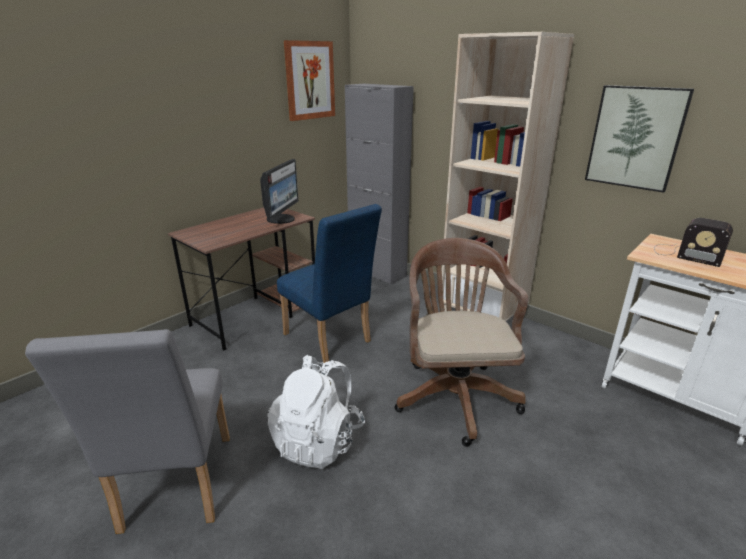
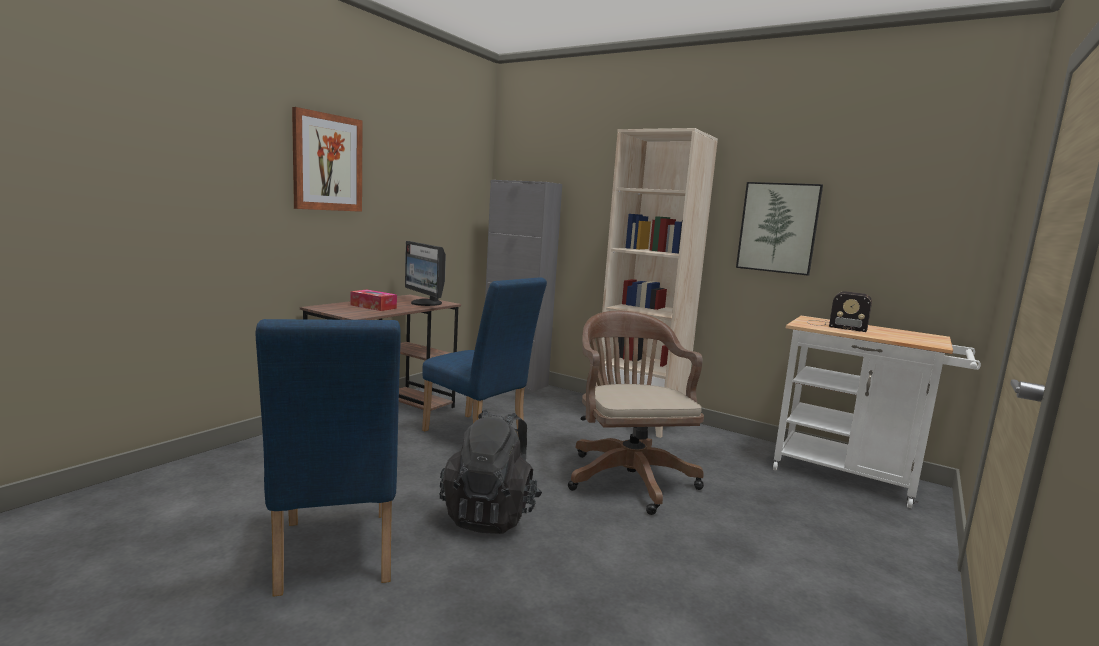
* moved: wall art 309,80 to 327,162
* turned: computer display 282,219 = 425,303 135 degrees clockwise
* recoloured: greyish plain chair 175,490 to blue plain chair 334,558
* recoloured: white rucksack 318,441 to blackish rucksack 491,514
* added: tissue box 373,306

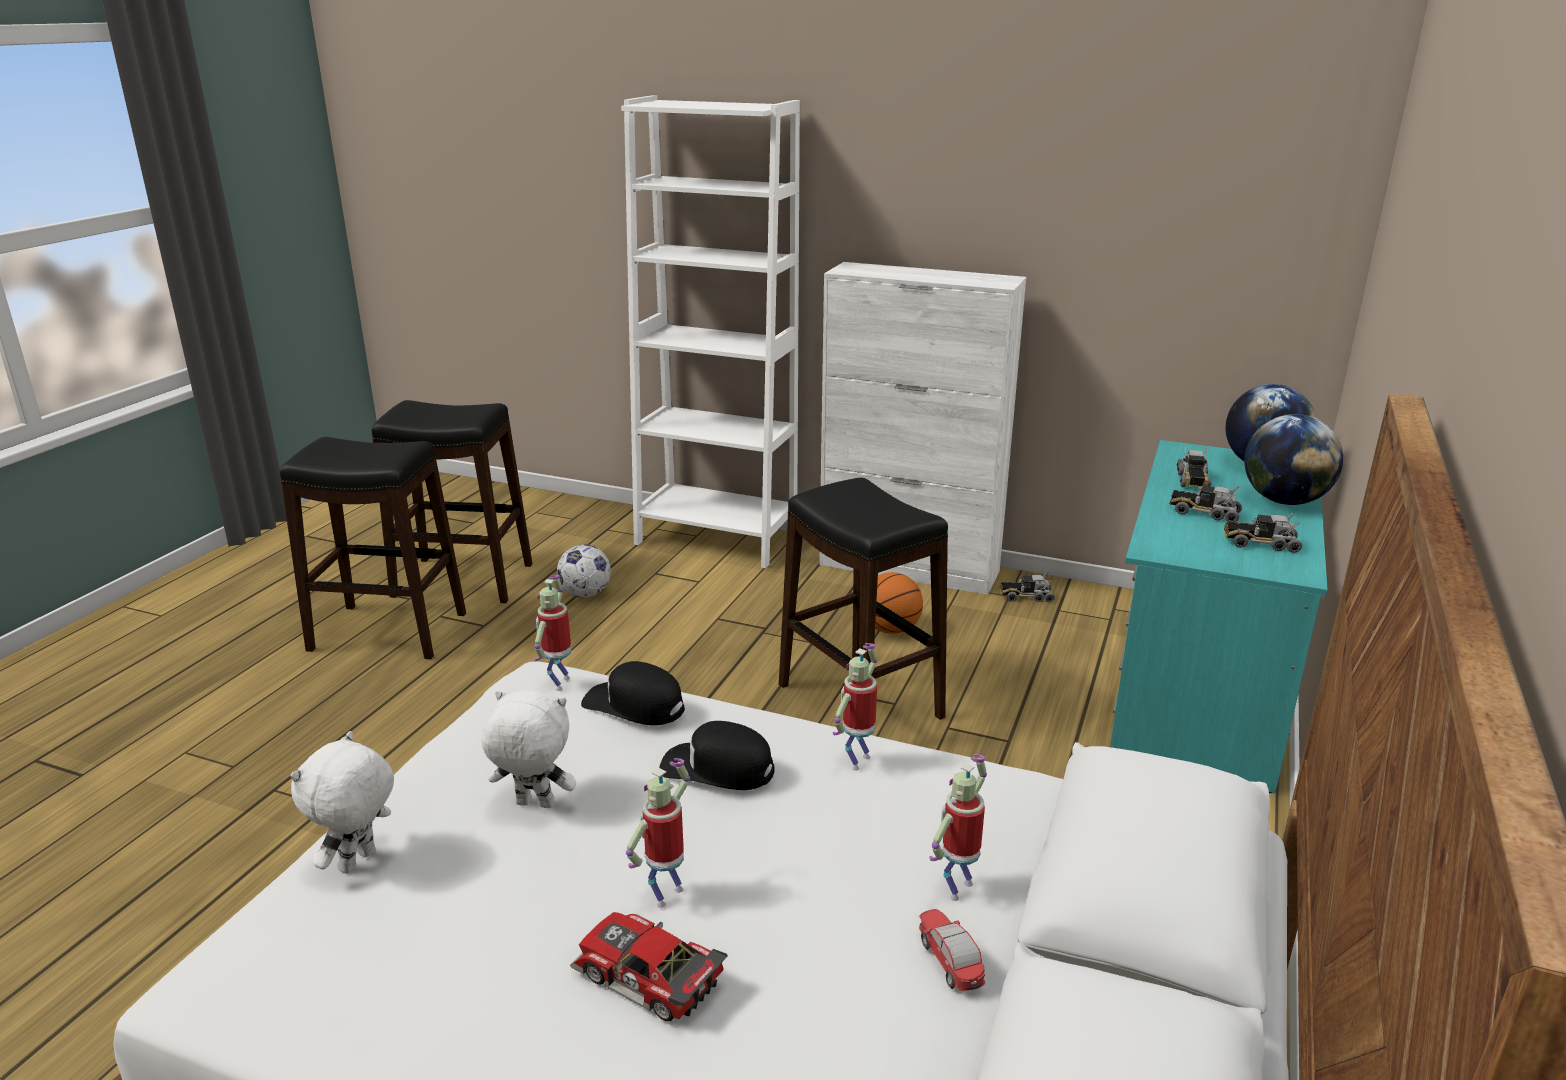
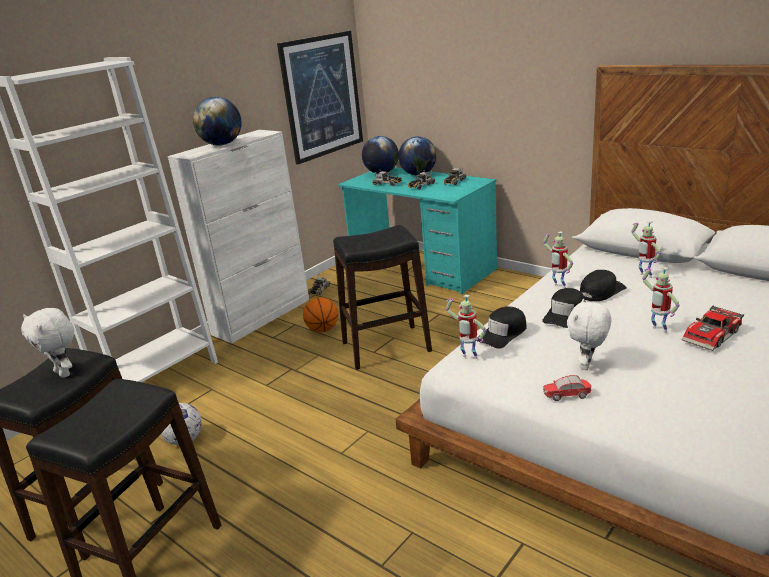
* moved: white cuddly toy 359,862 to 64,373
* moved: toy car 949,963 to 567,396
* added: wall art 322,96
* added: globe 222,144
* added: blackish peaked cap 601,291

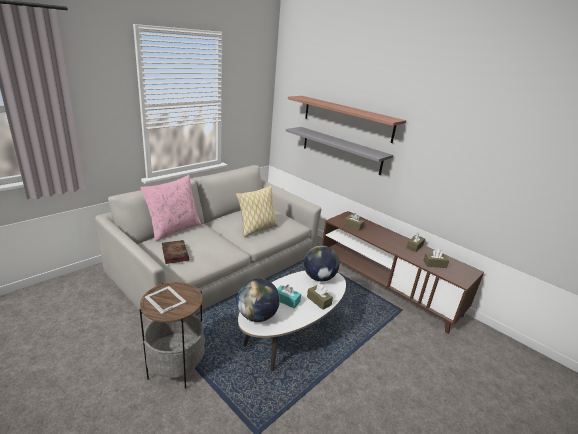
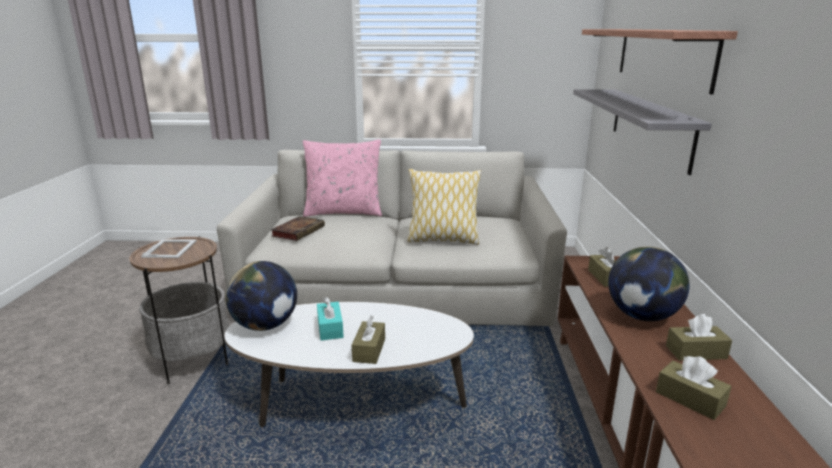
* moved: globe 319,278 to 642,316

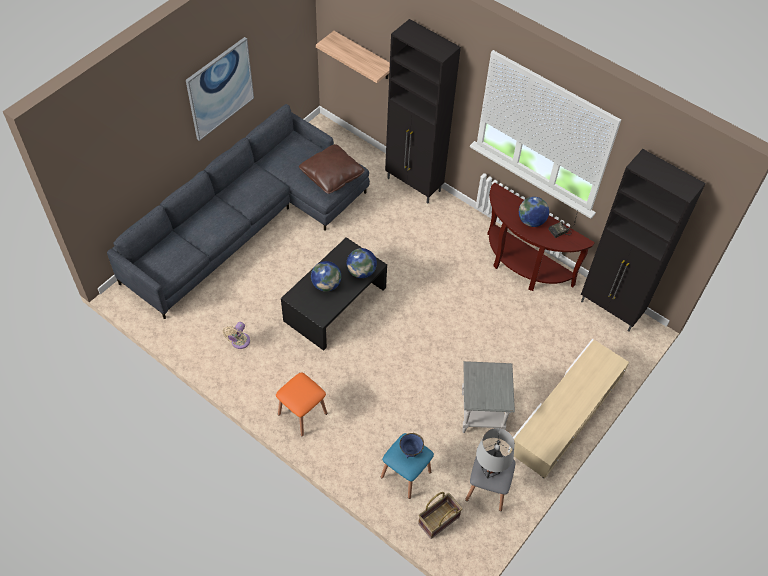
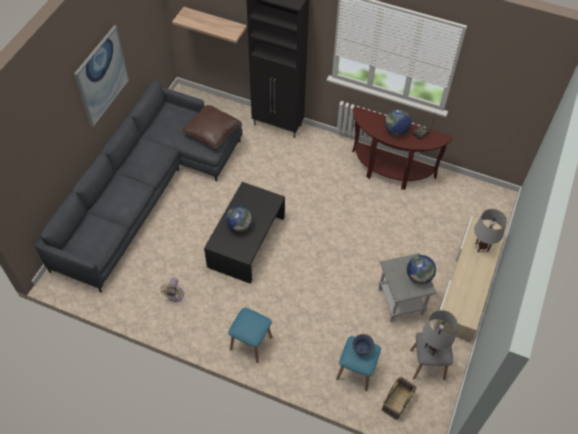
* removed: blackish cupboard 611,310
* moved: globe 361,272 to 419,276
* recoloured: orange sitting stool 302,413 to blue sitting stool 251,343
* added: greyish tabletop lamp 481,247

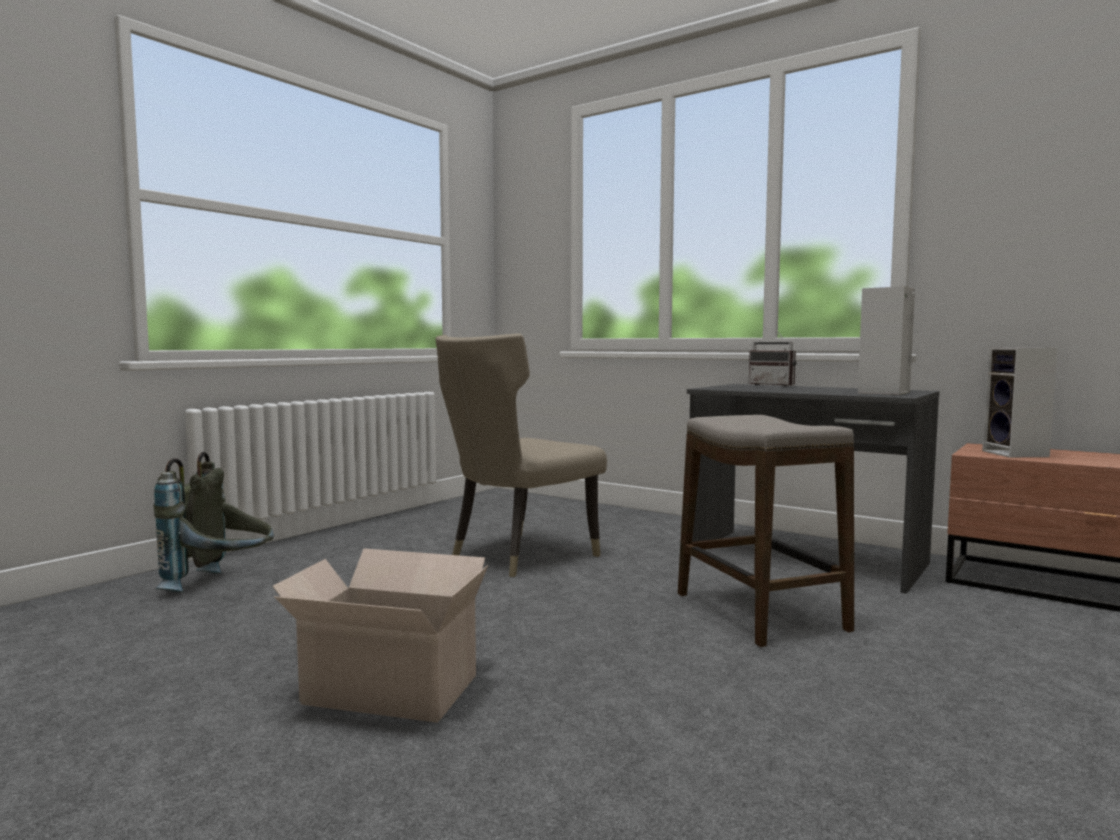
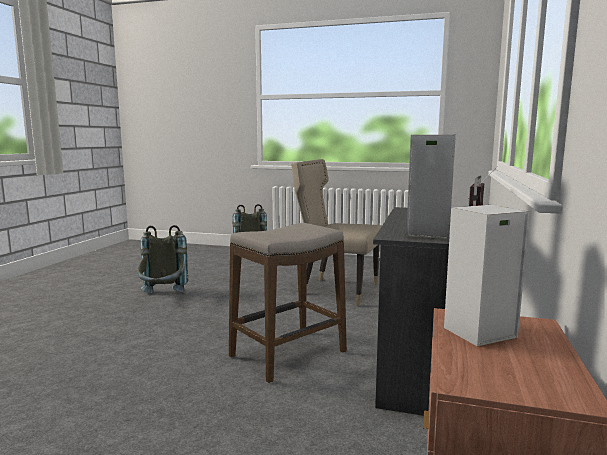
* replaced: cardboard box 387,688 to greyish rucksack 163,297

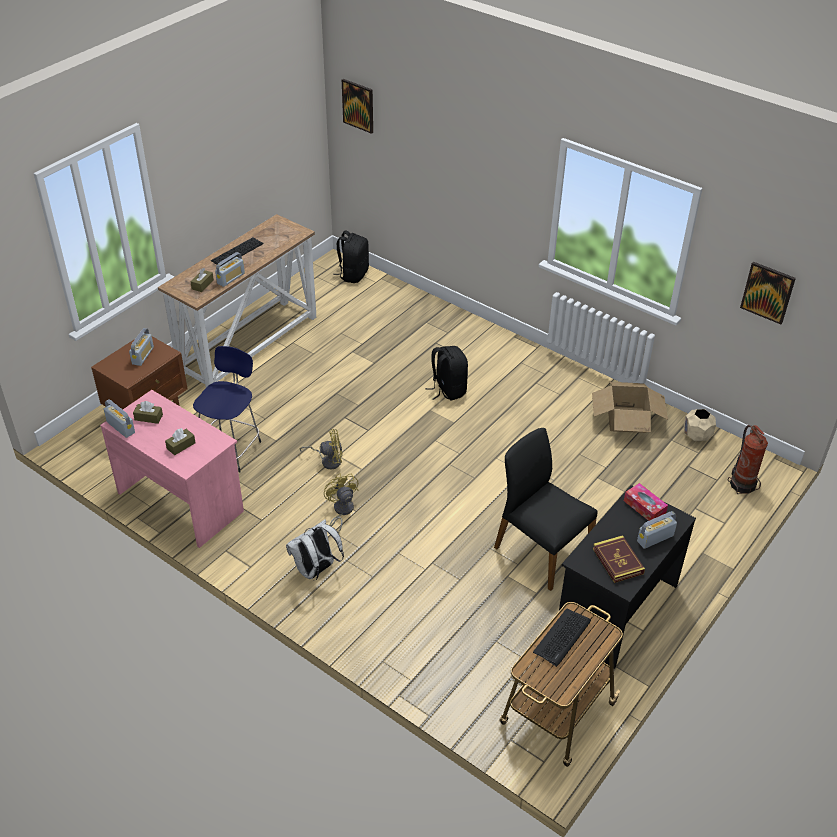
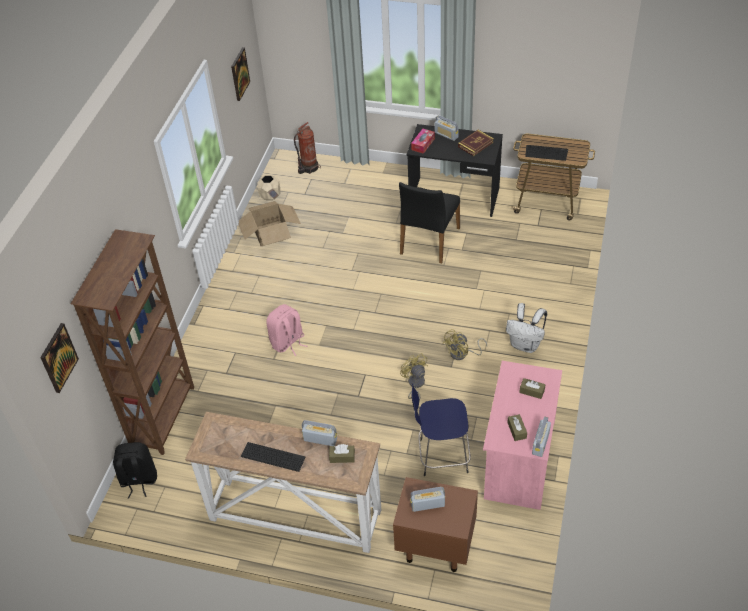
* recoloured: blackish rucksack 447,390 to pink rucksack 288,342
* added: brown-coloured bookshelf 164,417

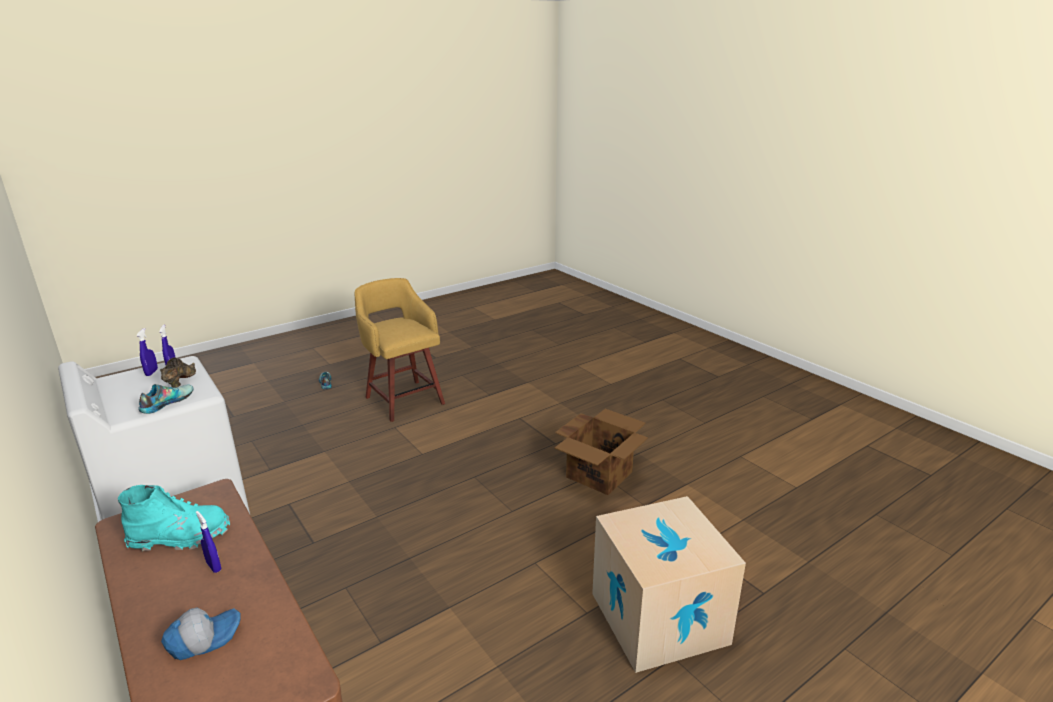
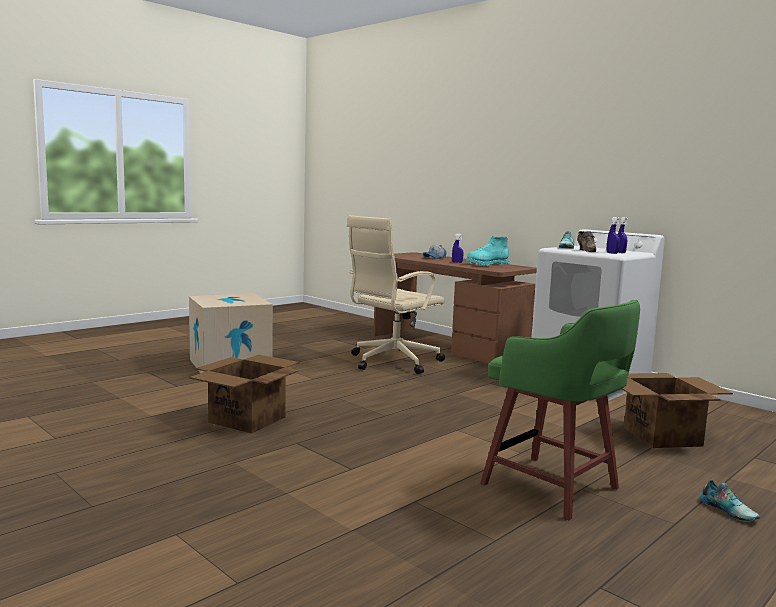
* recoloured: yellowish sitting stool 404,399 to greenish sitting stool 553,488
* added: beige-coloured office chair 392,362
* added: cardboard box 660,436

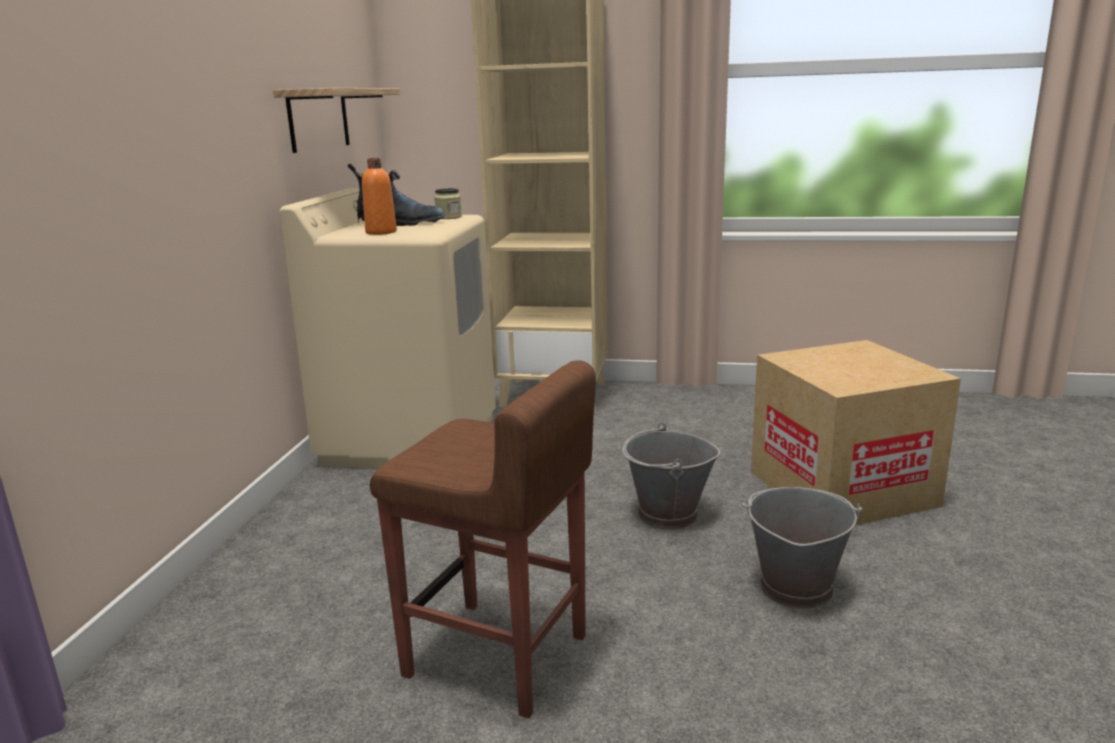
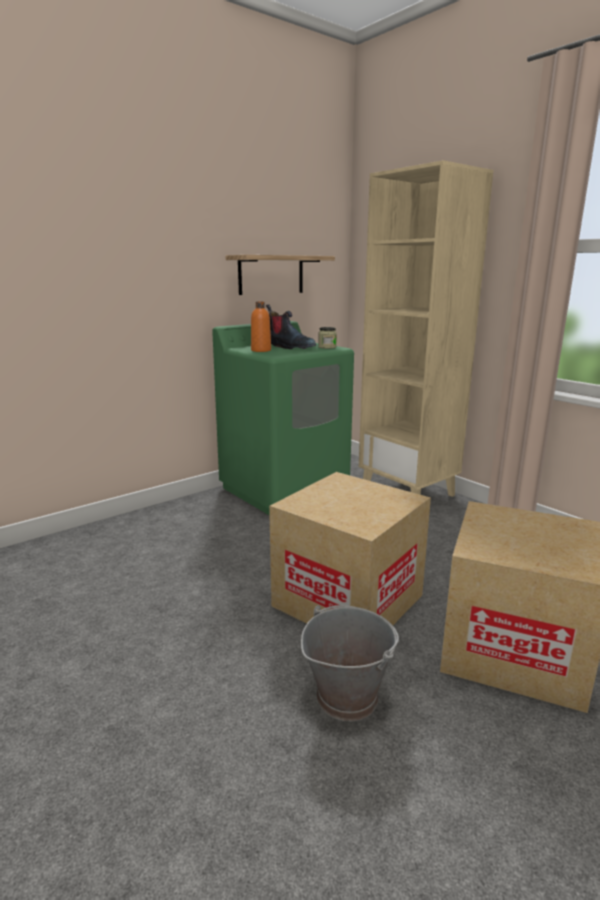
* recoloured: beige-coloured washing machine 411,439 to greenish washing machine 285,490
* removed: brown-coloured sitting stool 498,657
* replaced: greyish bucket 667,515 to cardboard box 348,600

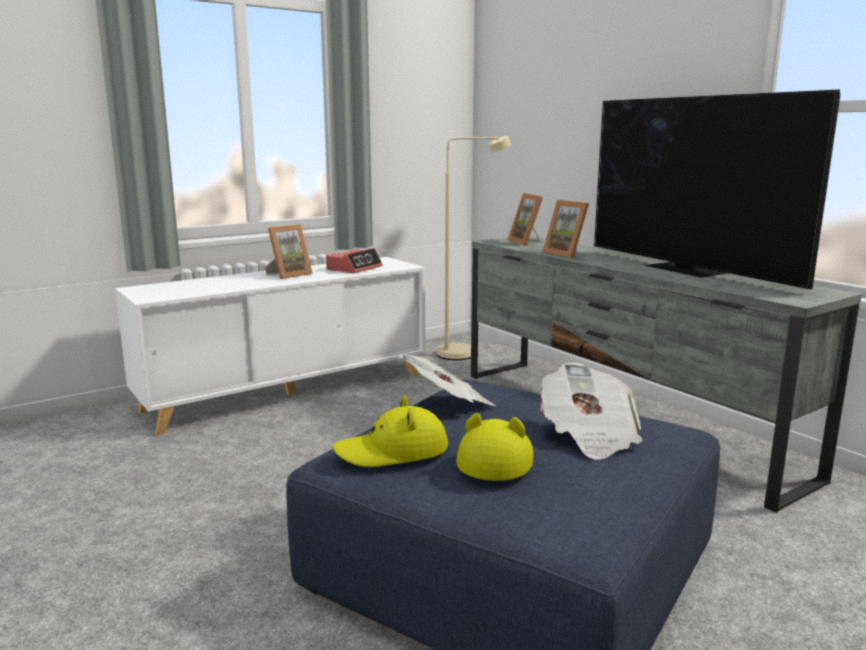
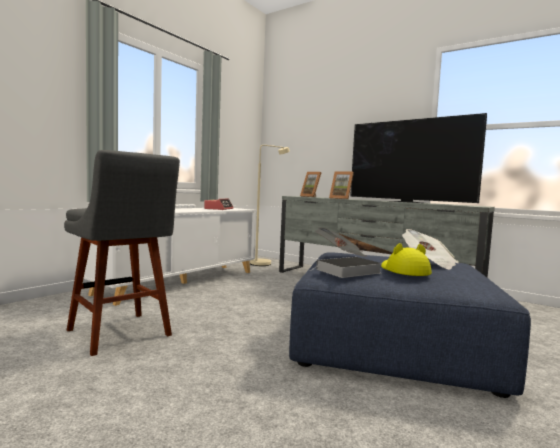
* removed: picture frame 288,275
* replaced: yellowish hat 393,451 to volume 347,271
* added: greyish sitting stool 121,334

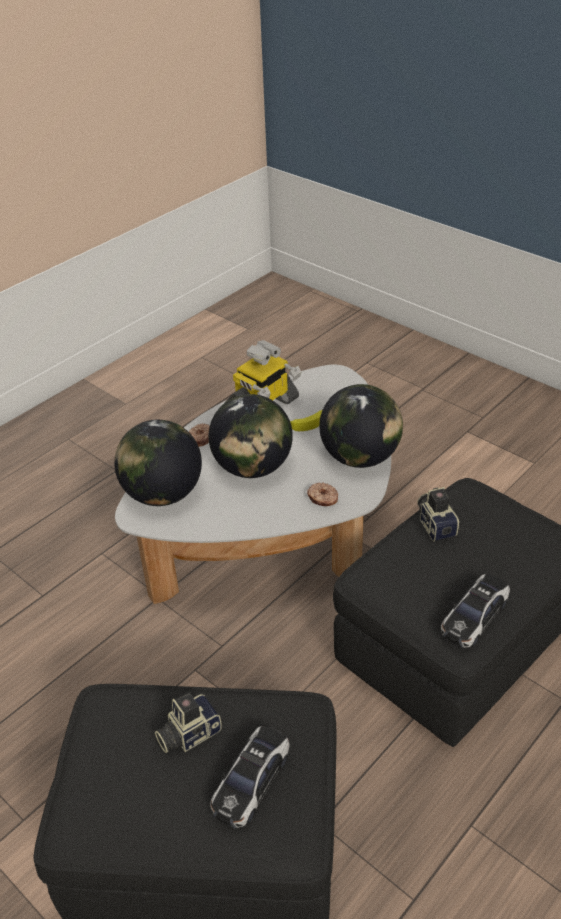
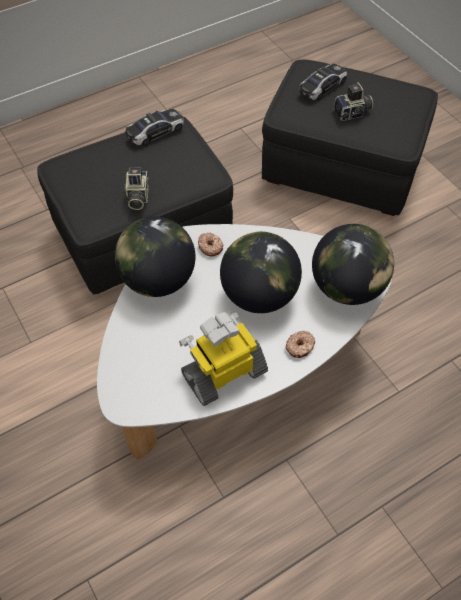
* removed: whole banana 309,423

